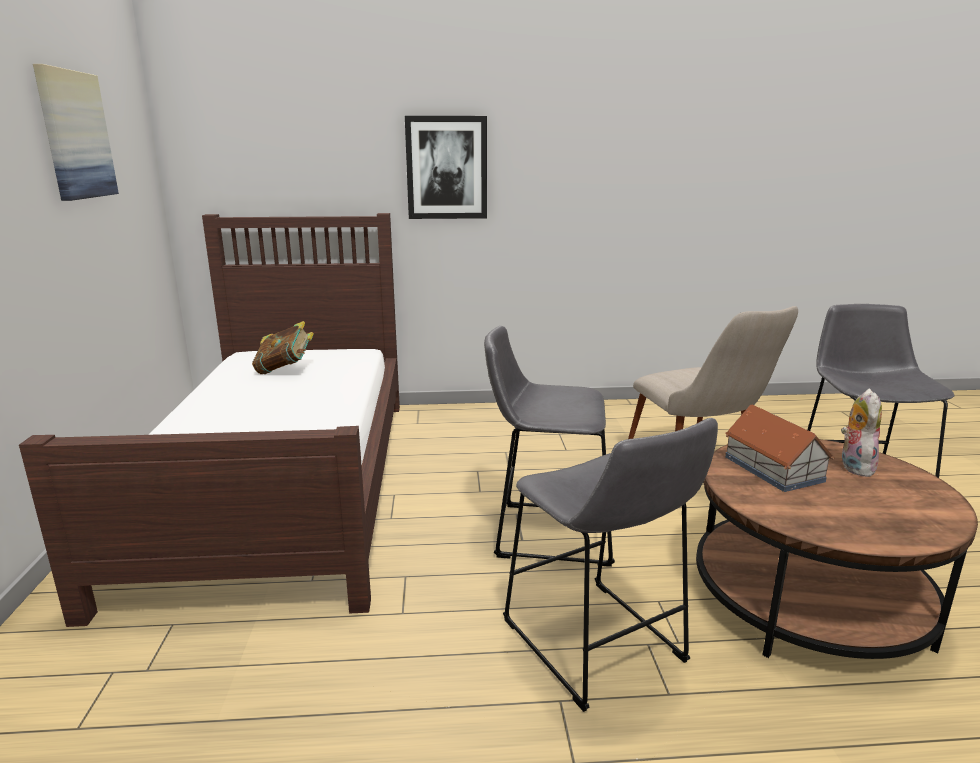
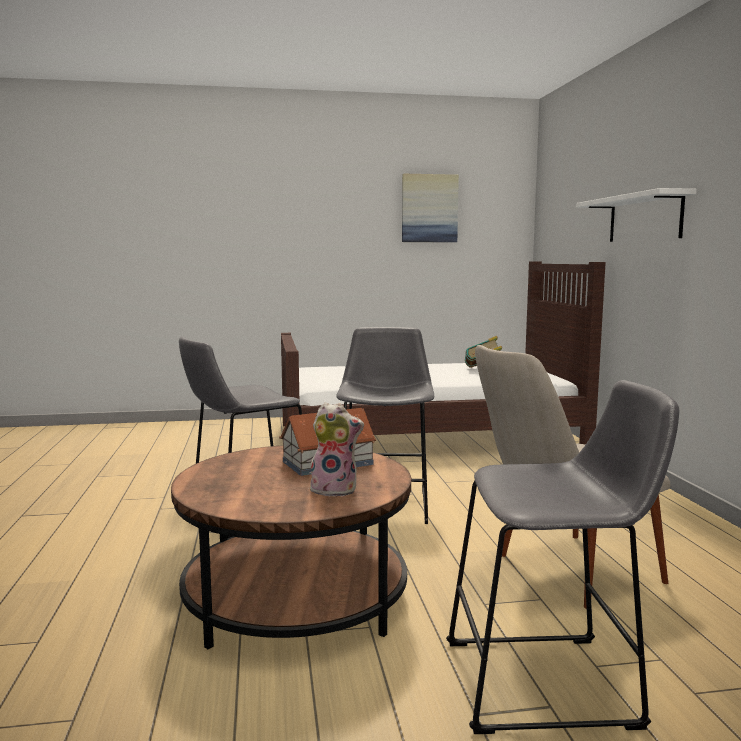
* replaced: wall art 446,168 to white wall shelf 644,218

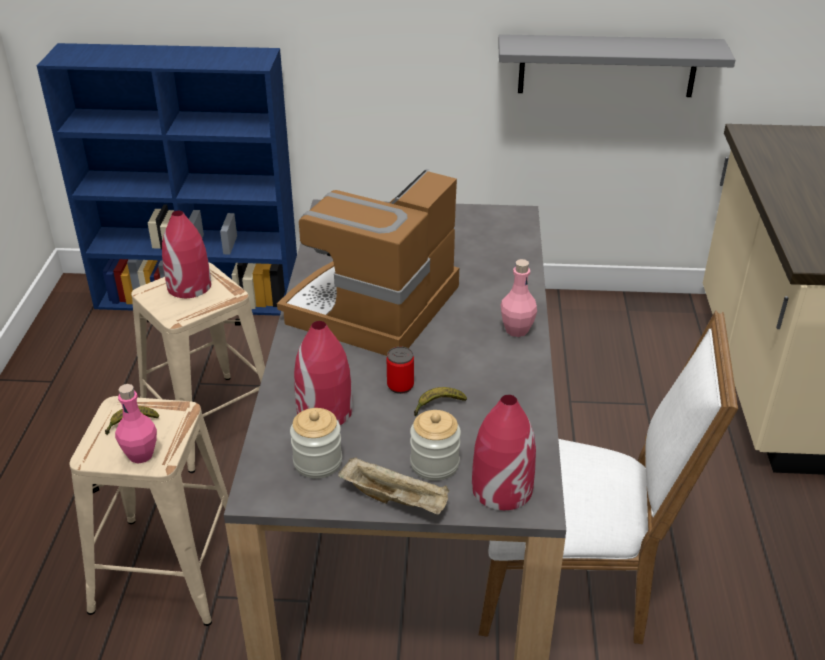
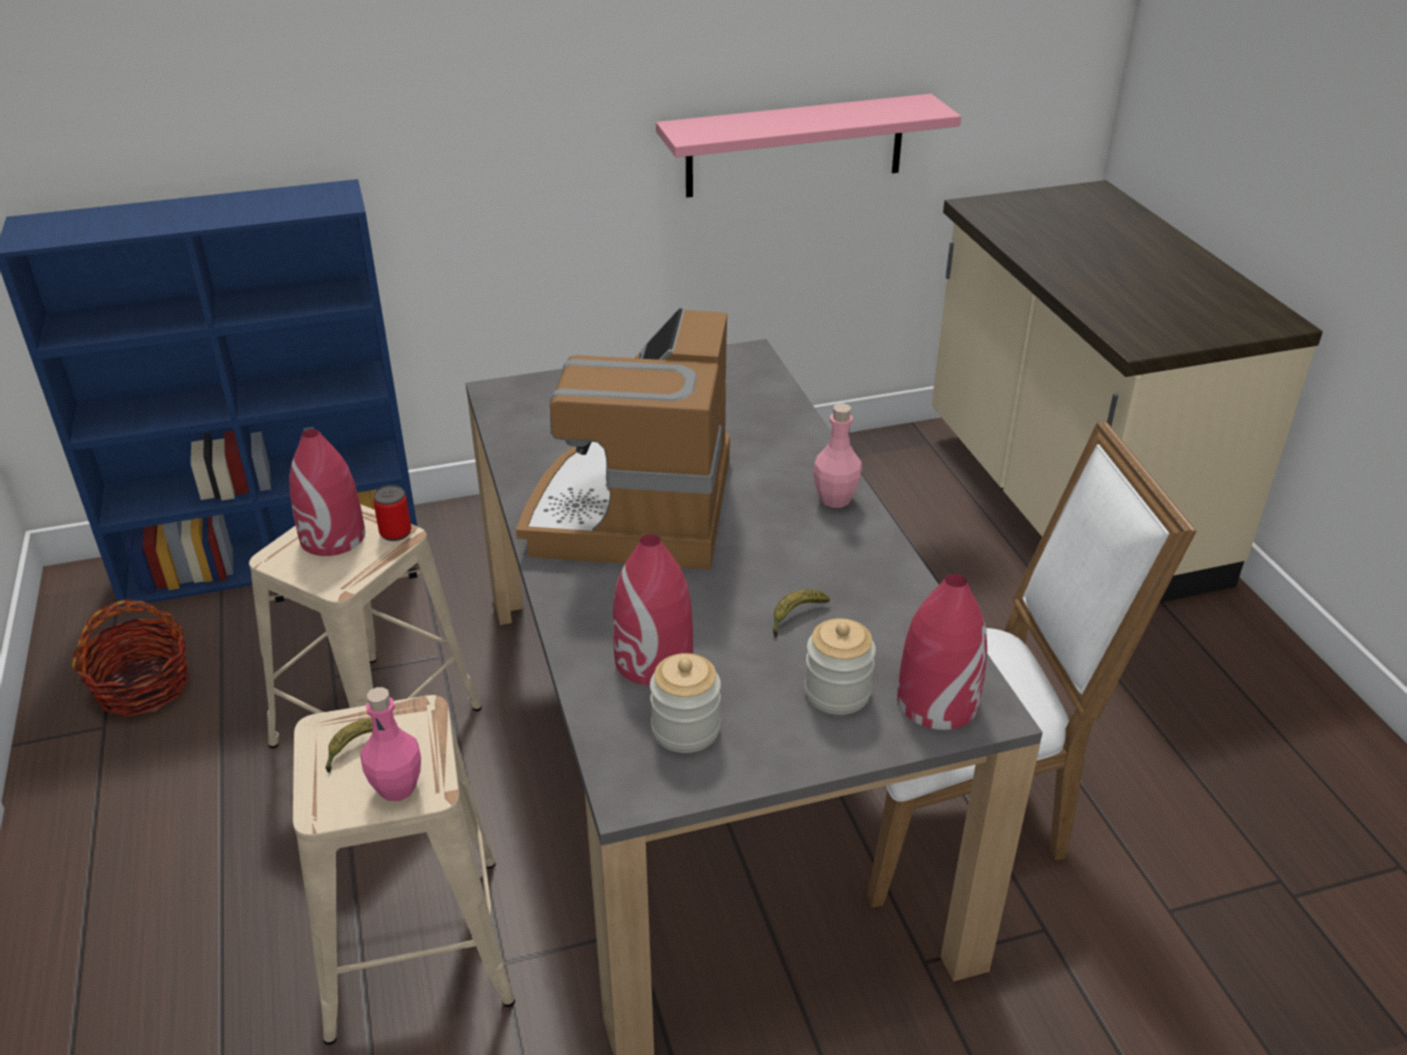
* recoloured: greyish wall shelf 607,65 to pink wall shelf 795,146
* moved: can 400,386 to 395,532
* removed: beige-coloured serving tray 396,499
* added: basket 143,686

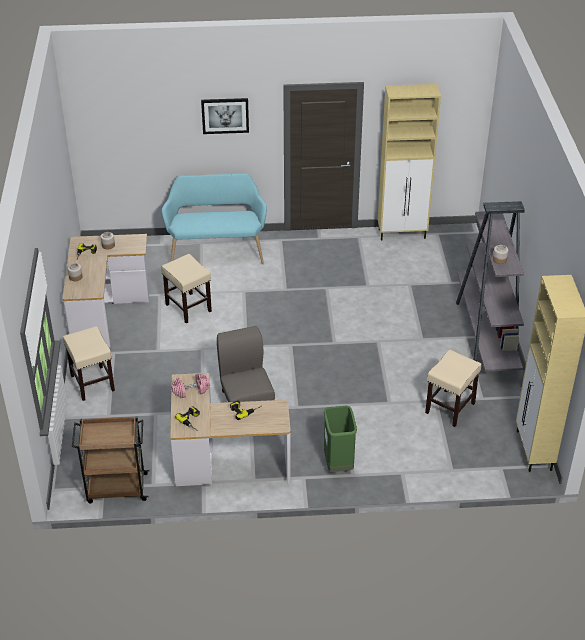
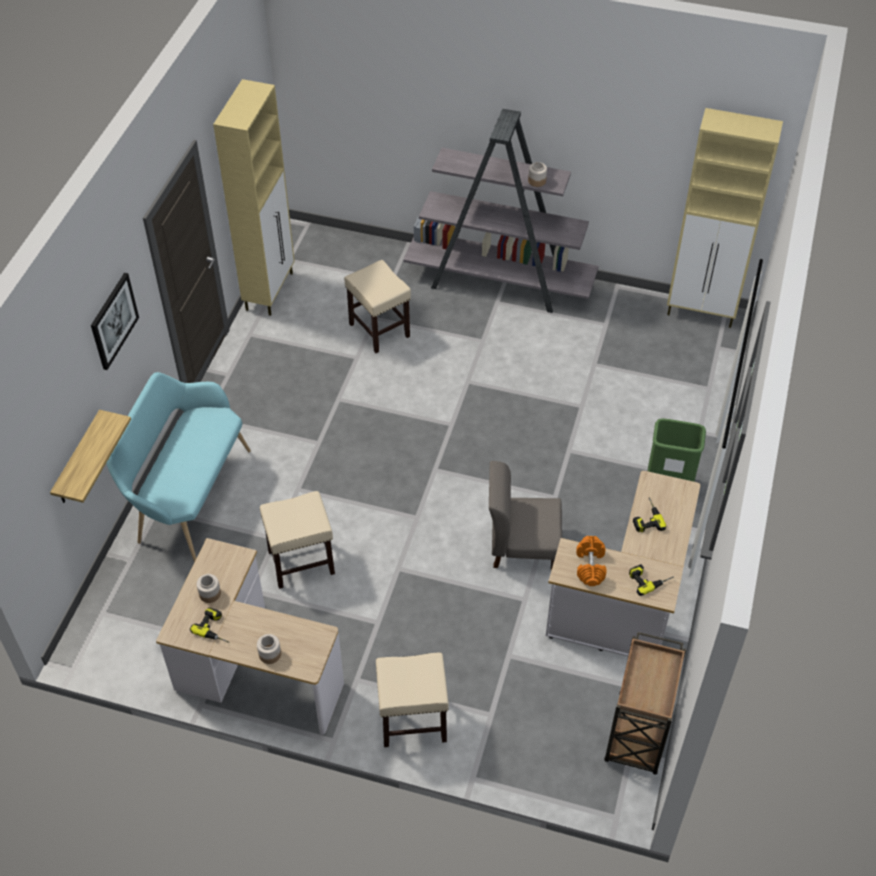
* moved: beige-coloured sitting stool 450,408 to 380,330
* recoloured: pink dumbbell 191,390 to orange dumbbell 590,566
* added: wall shelf 78,460

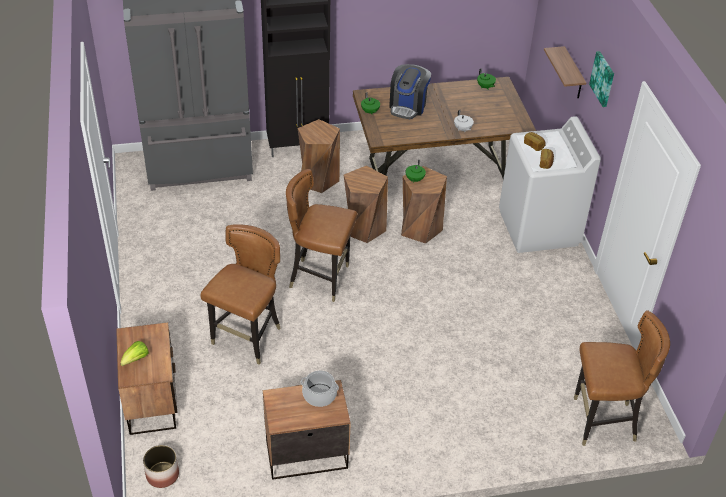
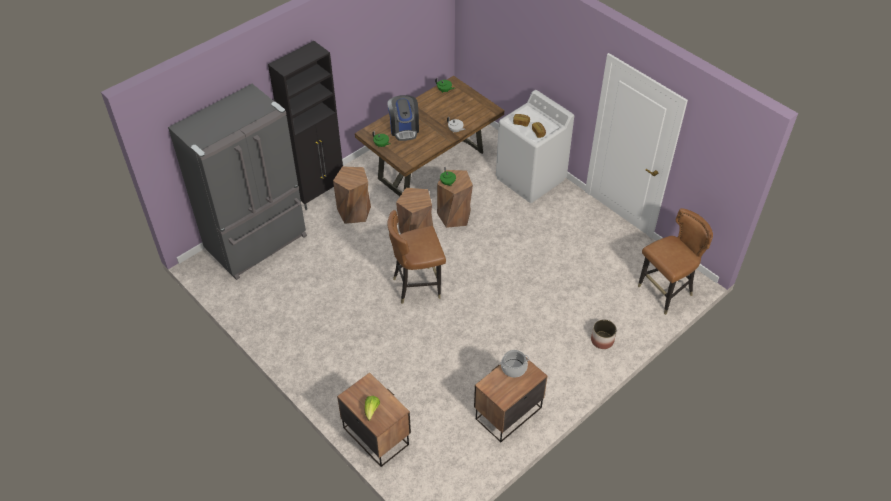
* removed: wall shelf 573,74
* removed: wall art 603,79
* removed: brown-coloured plain chair 248,338
* moved: flower pot 162,474 to 602,340

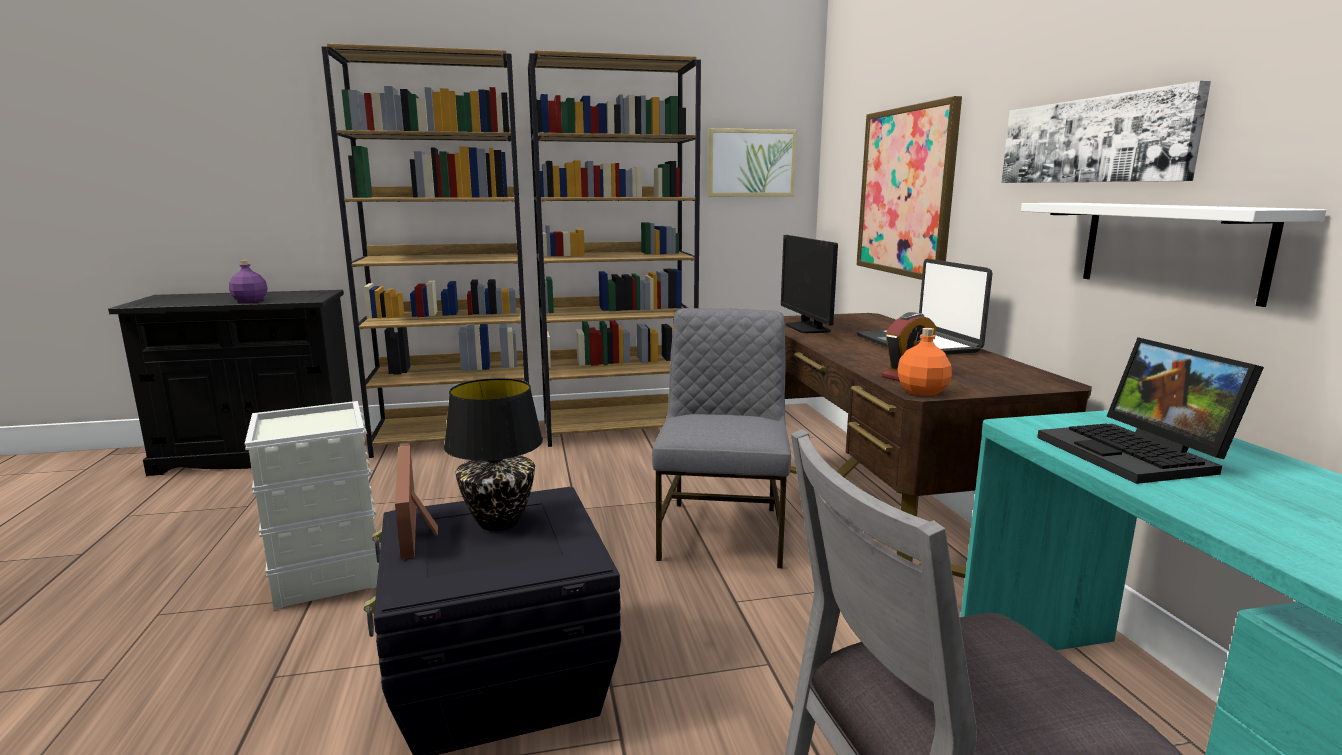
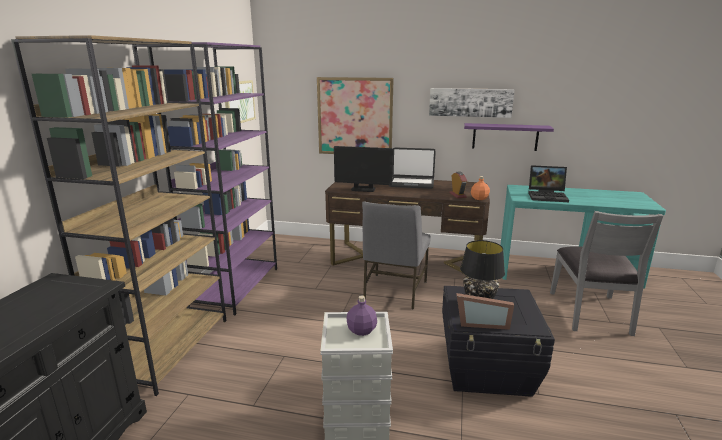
* recoloured: brown-coloured bookshelf 619,428 to purplish bookshelf 235,287
* recoloured: white wall shelf 1170,248 to purplish wall shelf 505,137
* moved: purplish drink bottle 250,301 to 361,331
* turned: greyish plain chair 722,531 = 394,291 105 degrees counterclockwise

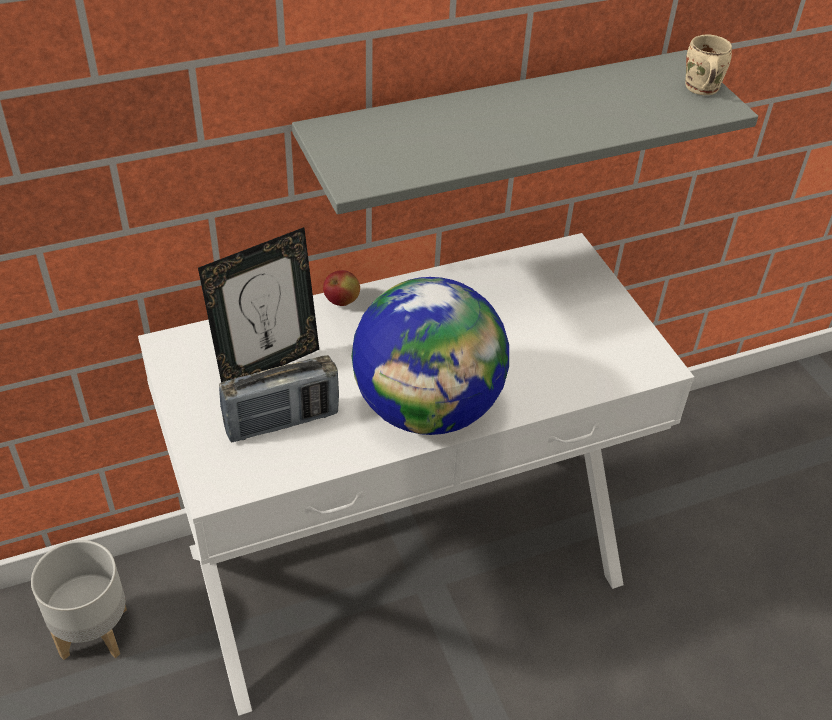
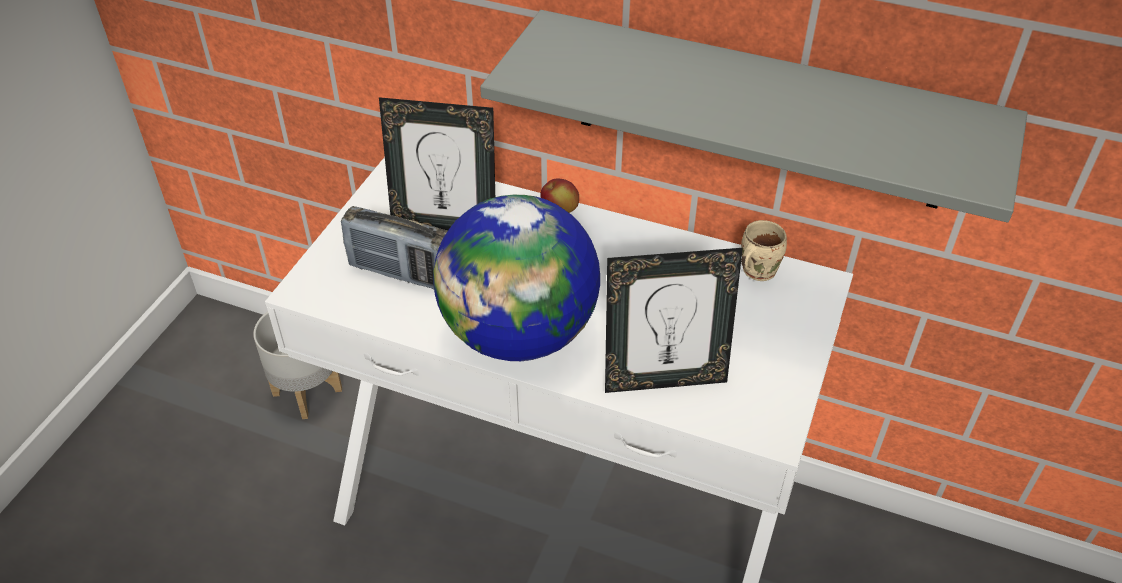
* moved: beige-coloured coffee mug 699,89 to 755,270
* added: picture frame 664,379

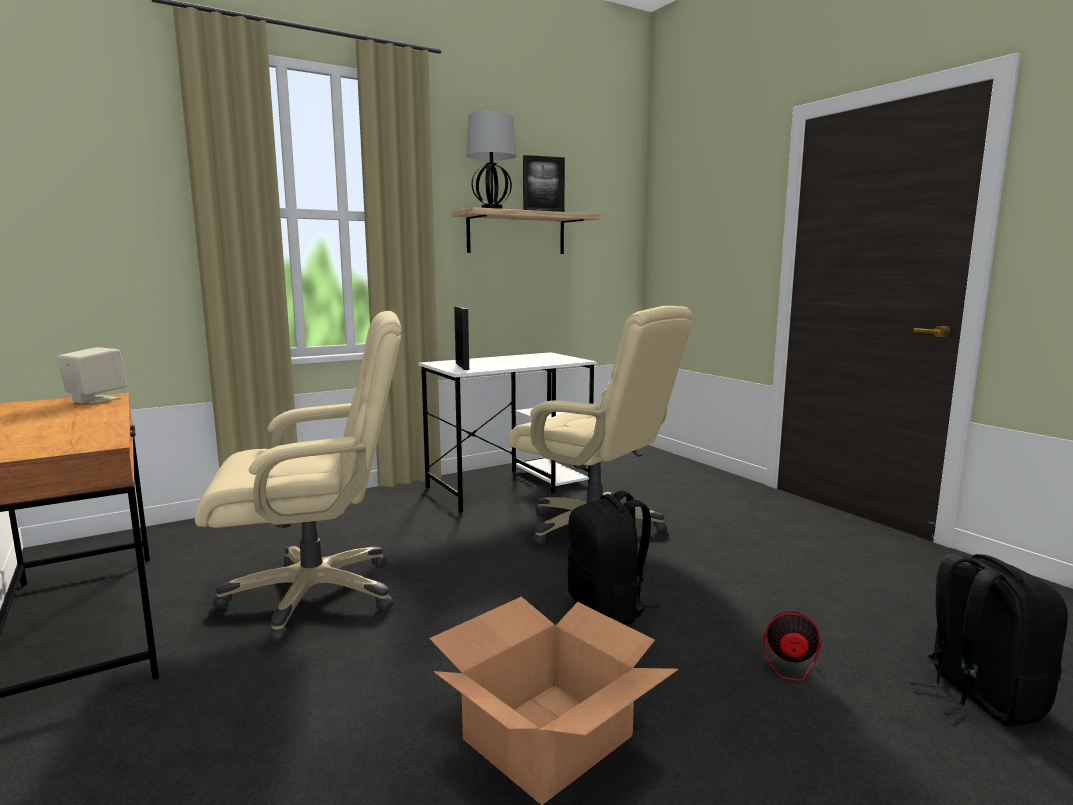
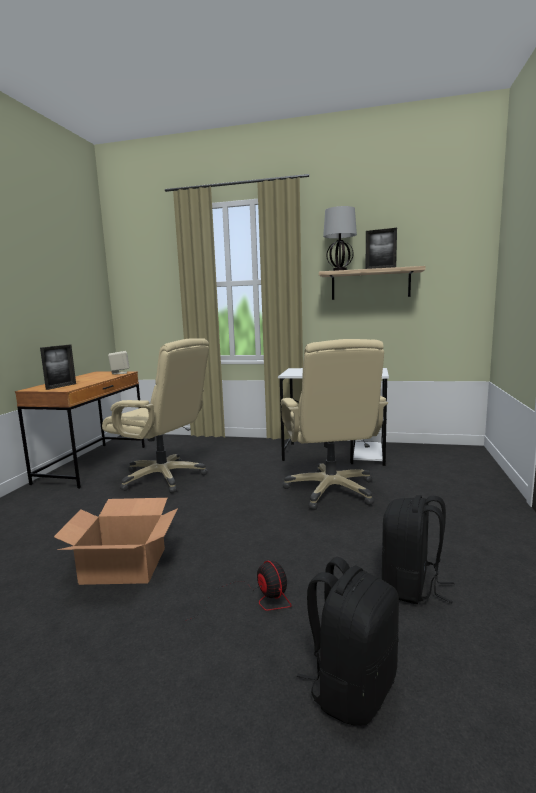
* moved: picture frame 462,366 to 61,386
* moved: blackish rucksack 608,609 to 412,586

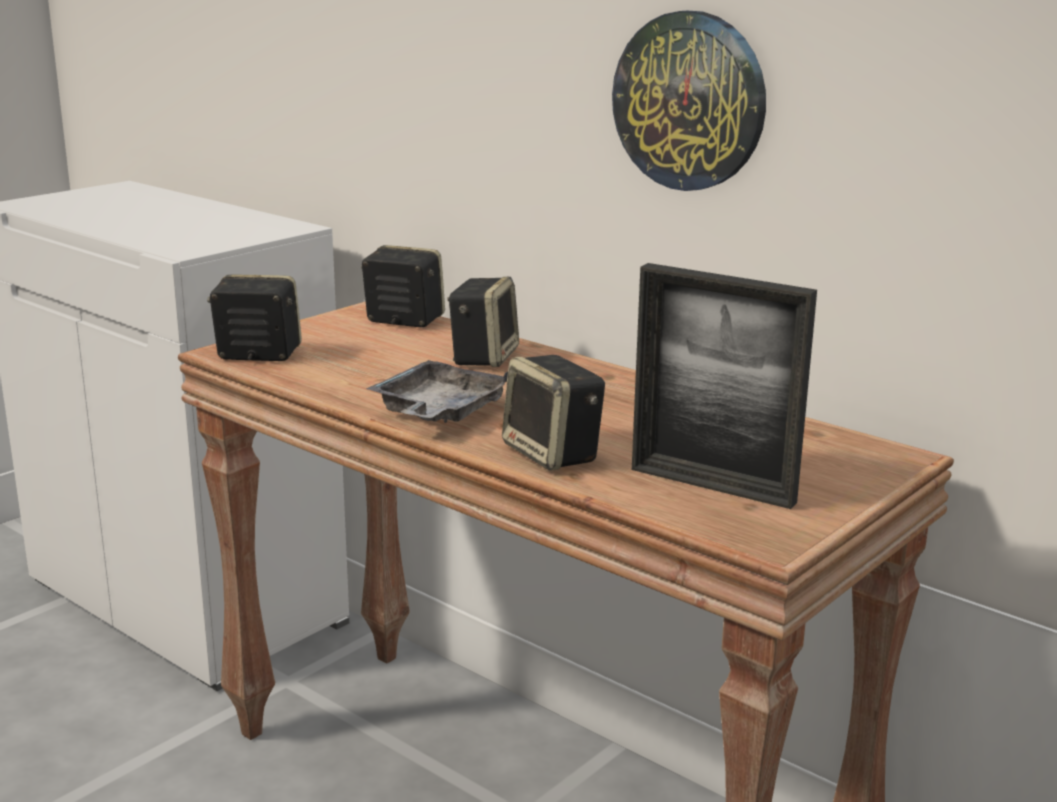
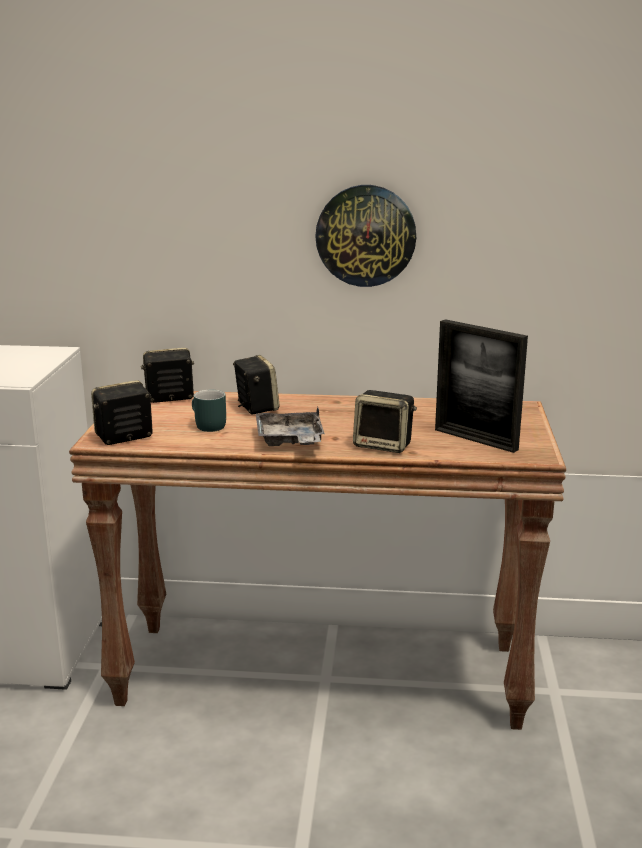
* turned: picture frame 712,485 = 475,439 45 degrees clockwise
* added: turquoise-coloured coffee mug 206,426

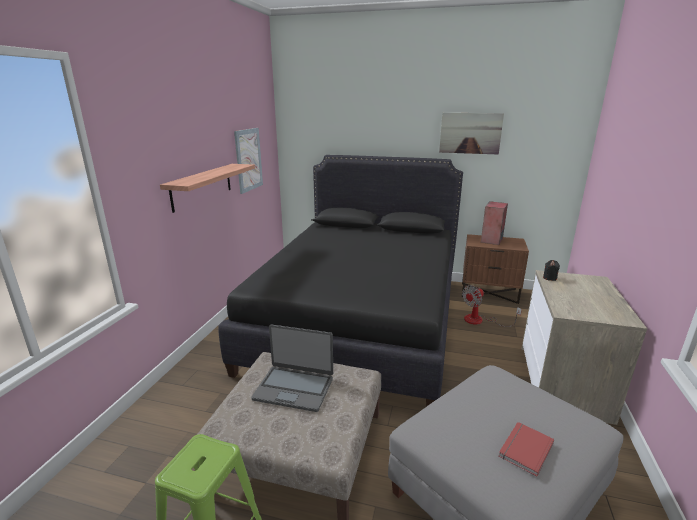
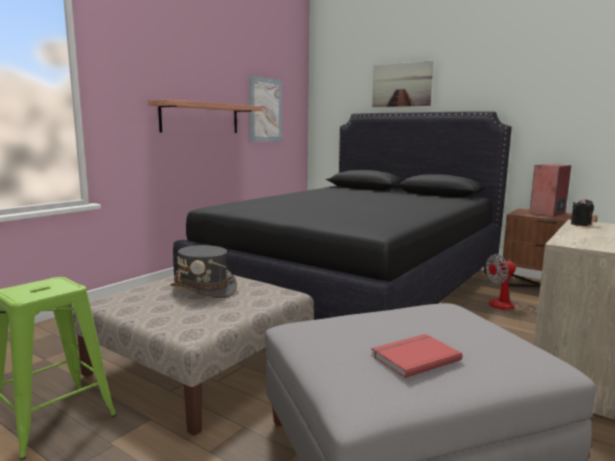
* moved: wall art 470,133 to 401,85
* replaced: portable computer 294,388 to greyish hat 204,290

